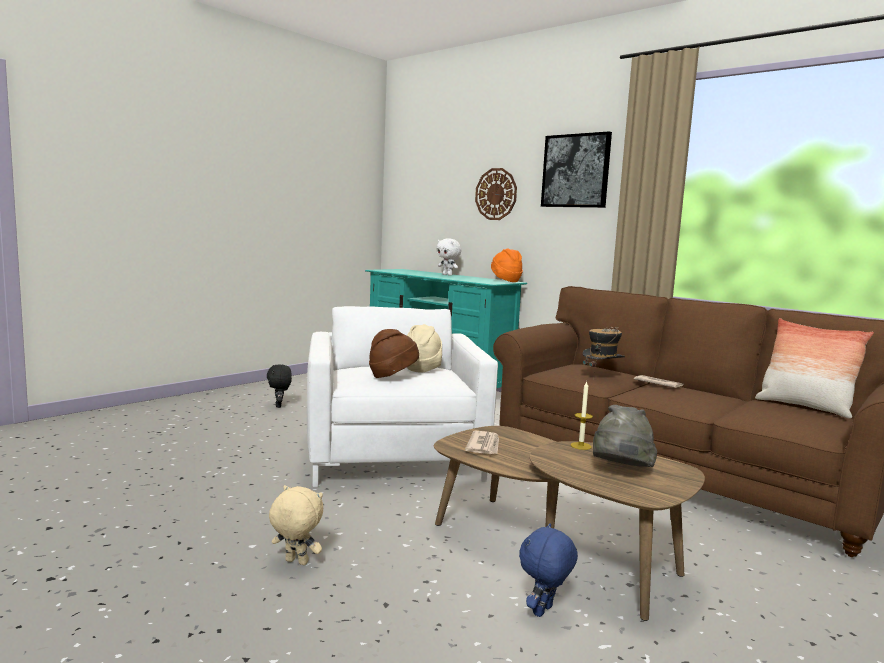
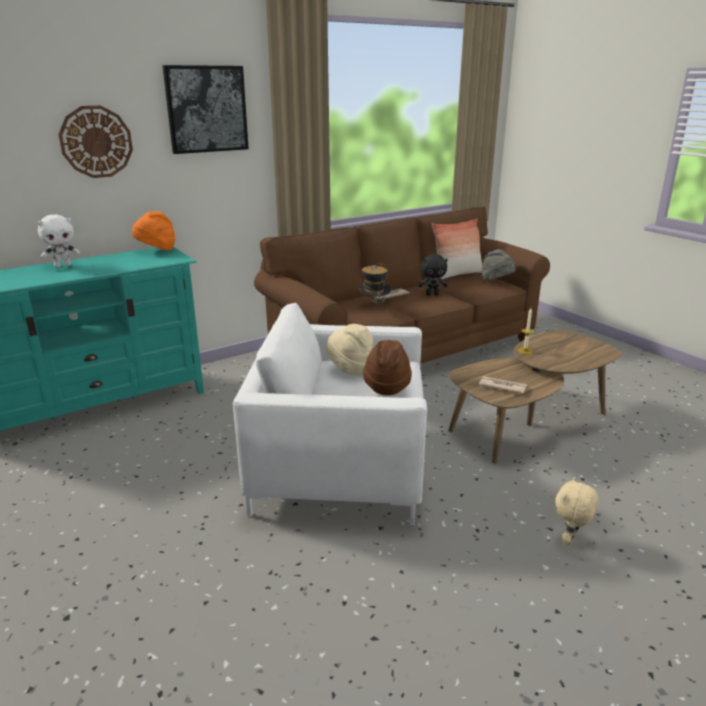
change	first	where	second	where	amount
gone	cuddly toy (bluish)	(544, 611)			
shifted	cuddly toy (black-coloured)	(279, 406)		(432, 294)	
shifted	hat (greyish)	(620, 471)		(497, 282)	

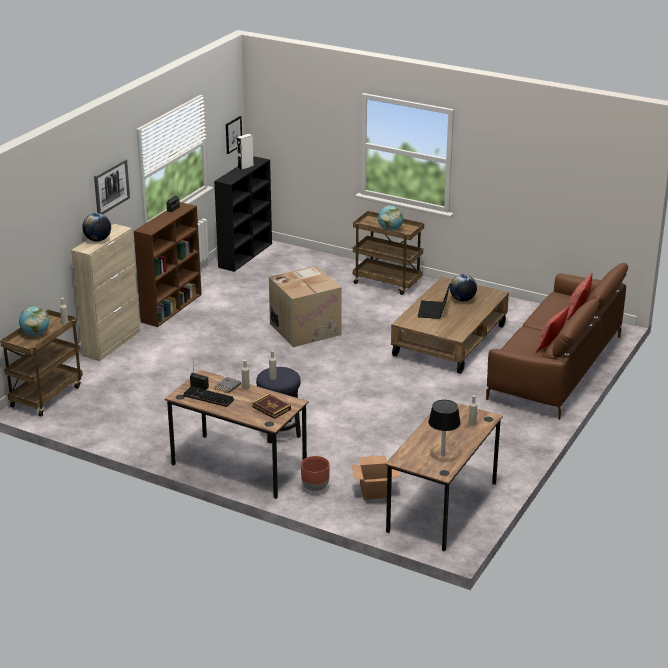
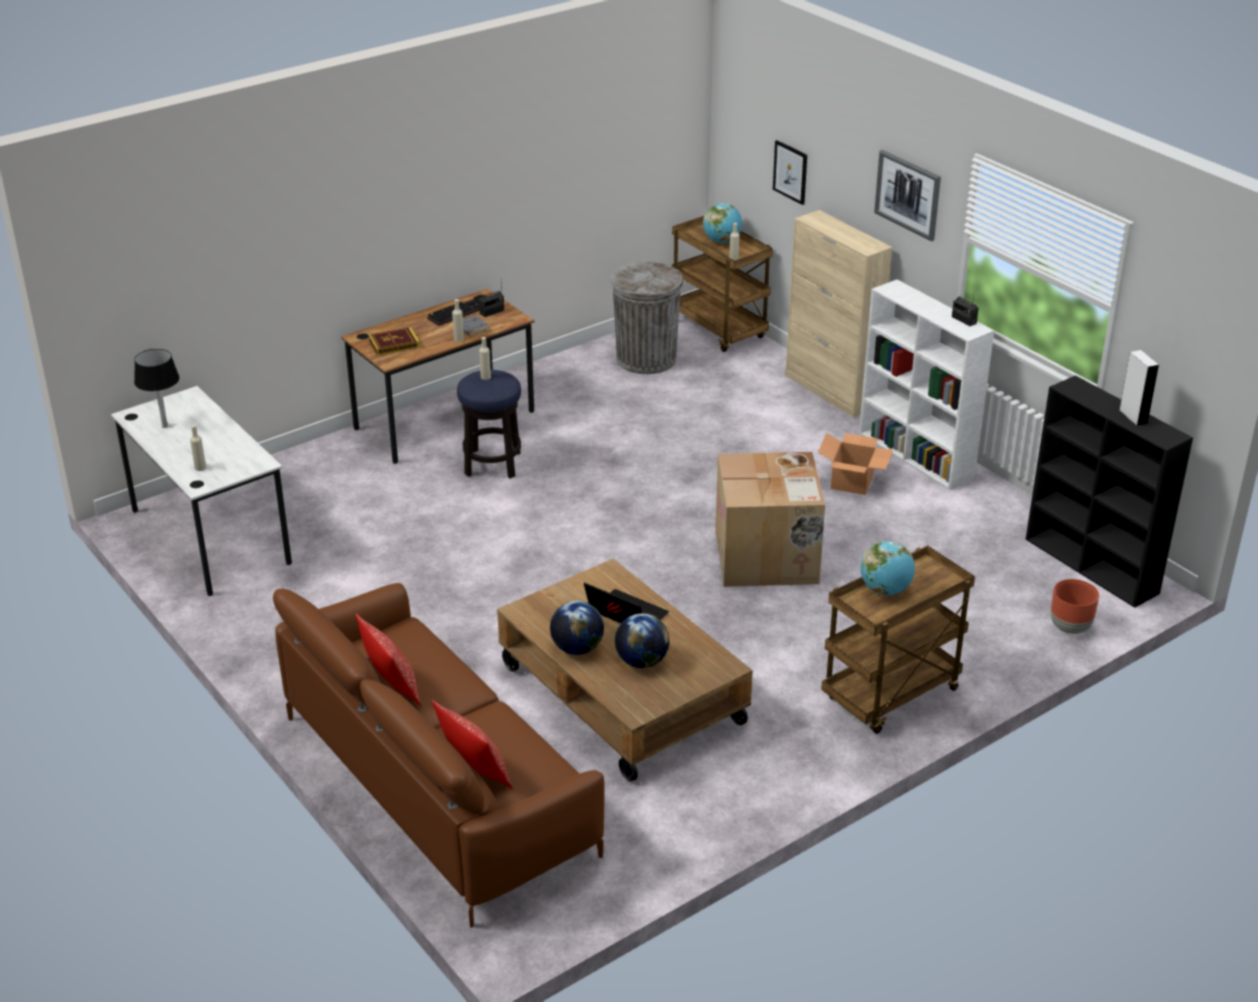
change	first	where	second	where	amount
new			waste bin (greyish)	(646, 359)	
shifted	globe	(98, 240)		(577, 648)	
shifted	wall picture	(233, 134)		(790, 172)	
shifted	flower pot (brown)	(315, 488)		(1069, 627)	
shifted	cardboard box	(374, 491)		(851, 481)	
repainted	shelving unit (brown)	(172, 308)	shelving unit (whitish)	(916, 456)	
repainted	desk unit (brown)	(442, 507)	desk unit (whitish)	(210, 536)	

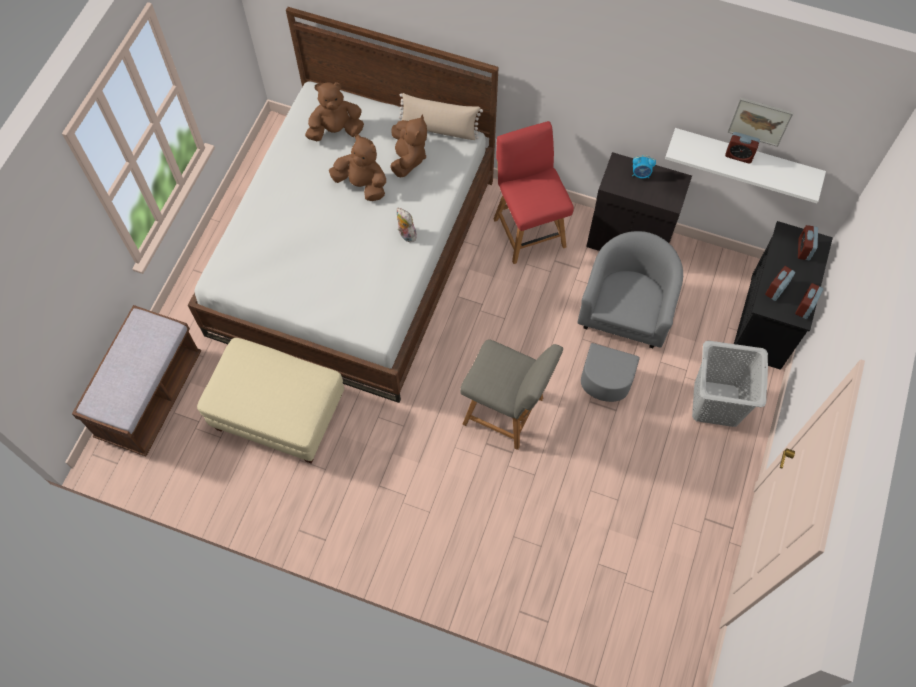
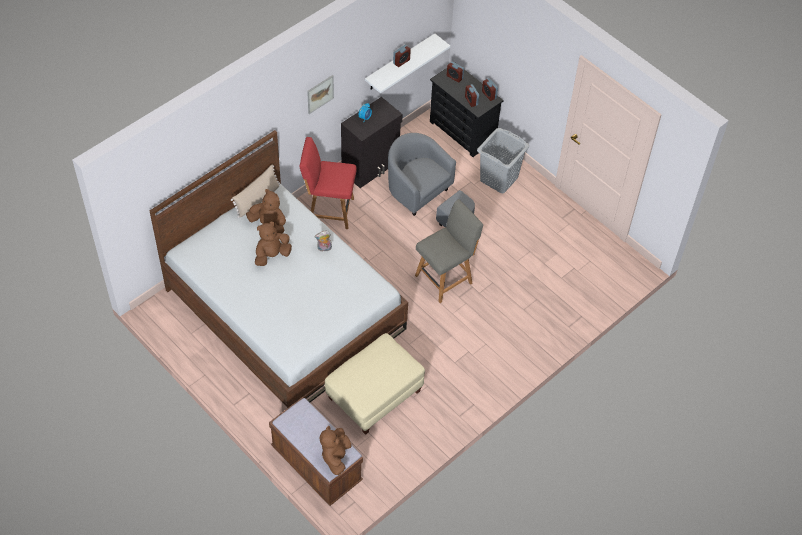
change	first	where	second	where	amount
shifted	cuddly toy (brown)	(335, 130)		(336, 456)	
shifted	wall picture	(759, 121)		(320, 94)	

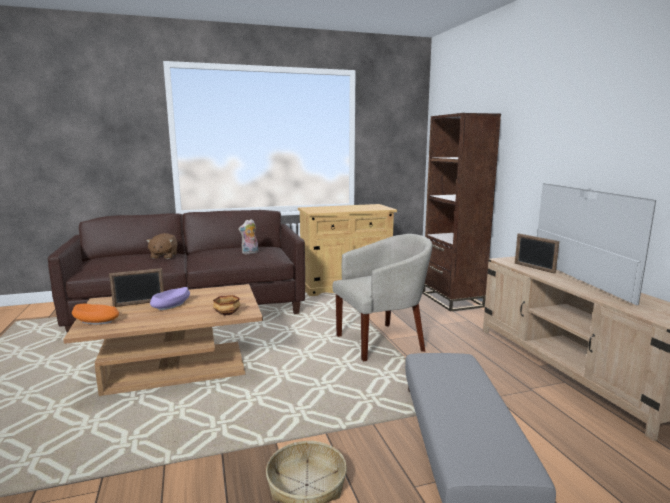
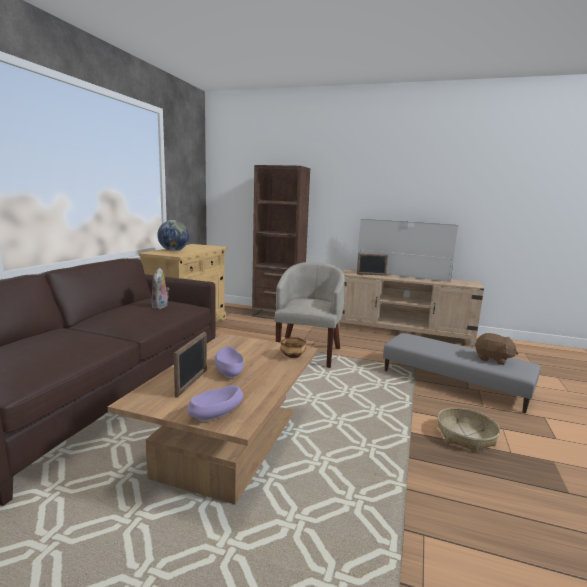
change	first	where	second	where	amount
new			globe	(173, 250)	
shifted	cuddly toy (brown)	(163, 256)		(493, 359)	
repainted	bowl (orangey)	(96, 321)	bowl (purplish)	(216, 413)	

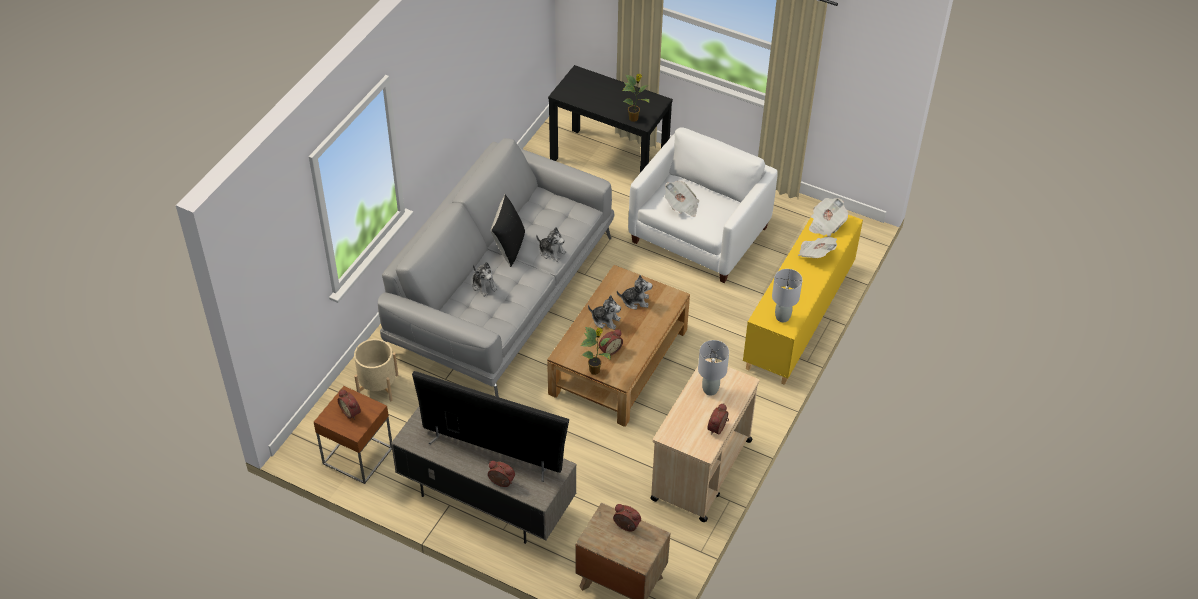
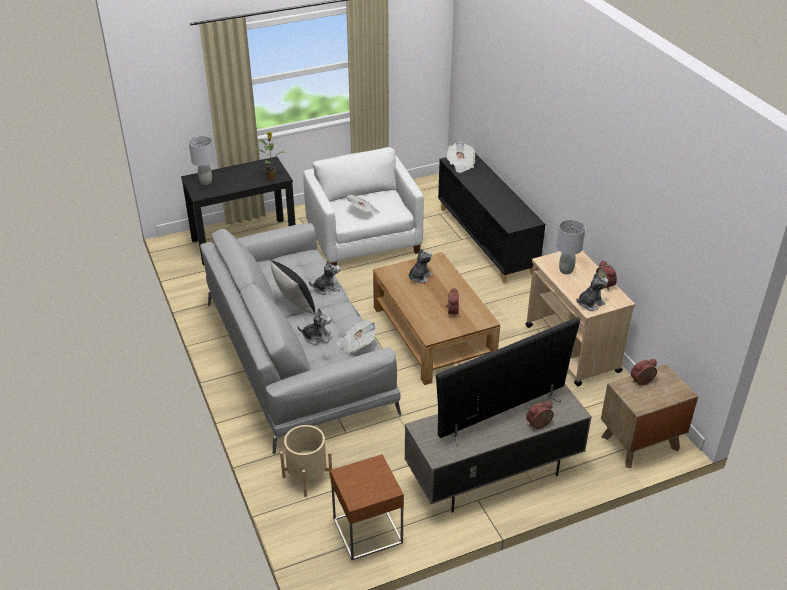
change	first	where	second	where	amount
gone	alarm clock	(351, 411)			
gone	plant in a pot	(595, 370)			
shifted	cuddly toy	(605, 320)		(590, 303)	
shifted	lamp for a table (greyish)	(782, 317)		(206, 182)	
shifted	daily paper	(815, 254)		(357, 344)	
repainted	storage cabinet (yellowish)	(798, 319)	storage cabinet (black-coloured)	(486, 241)	

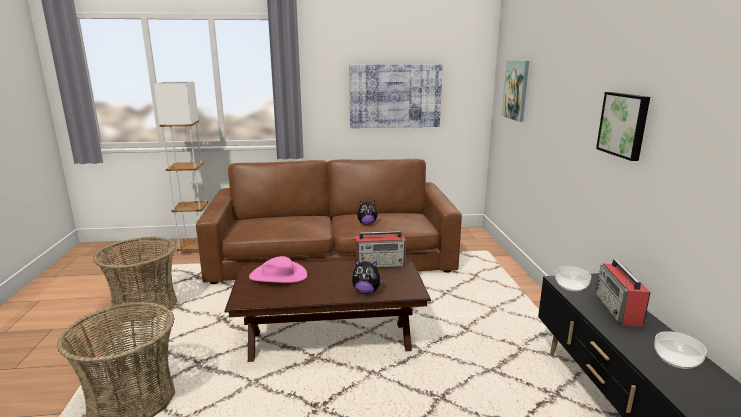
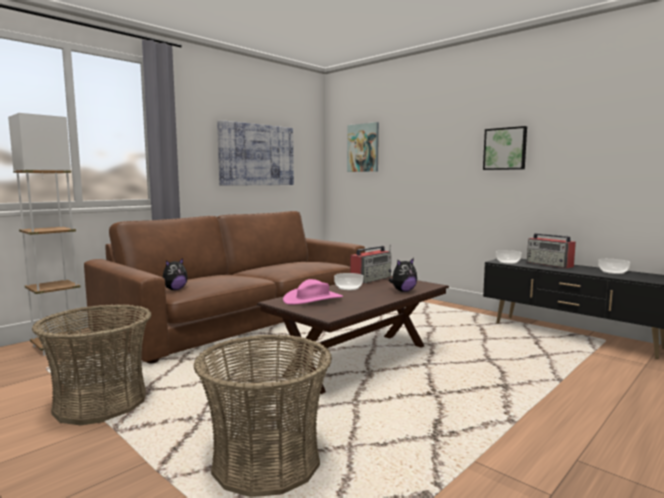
change	first	where	second	where	amount
new			bowl	(349, 288)	
shifted	cuddly toy	(367, 224)		(174, 289)	

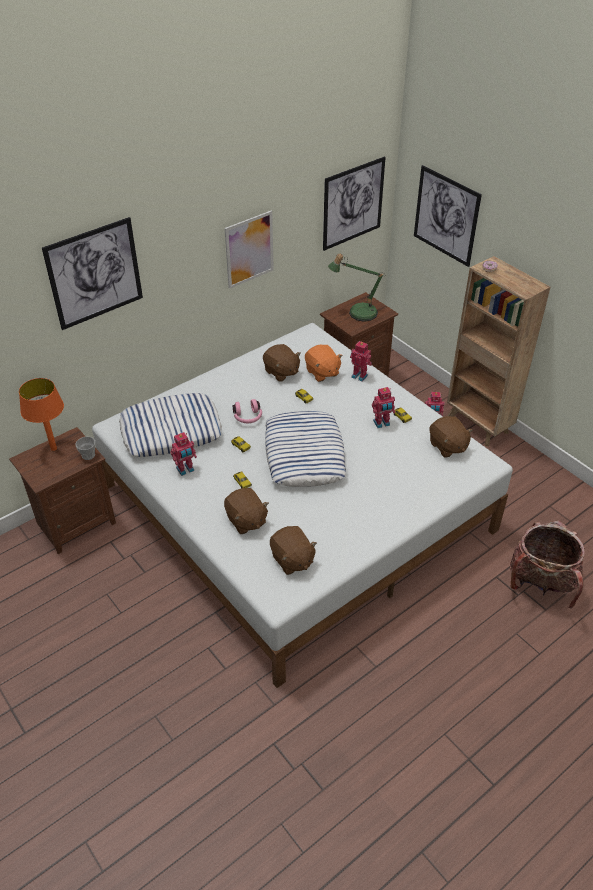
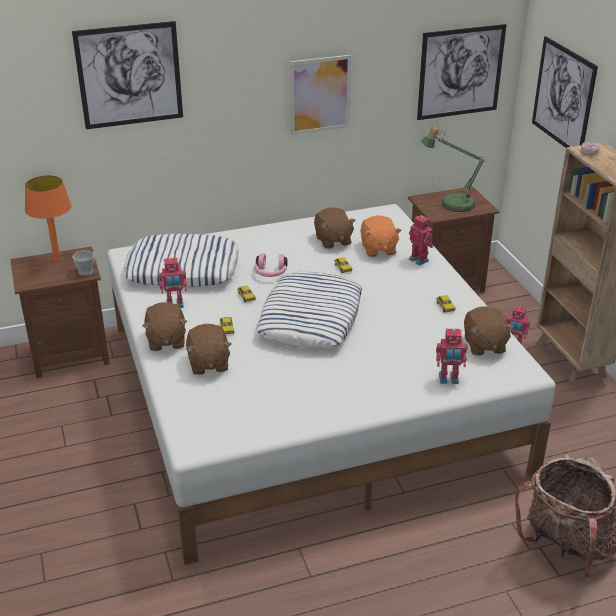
change	first	where	second	where	amount
shifted	cuddly toy (brown)	(292, 560)		(166, 340)	
shifted	toy robot	(382, 423)		(448, 379)	

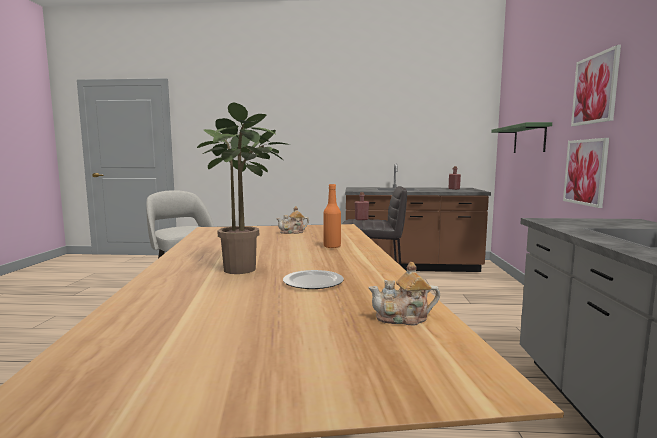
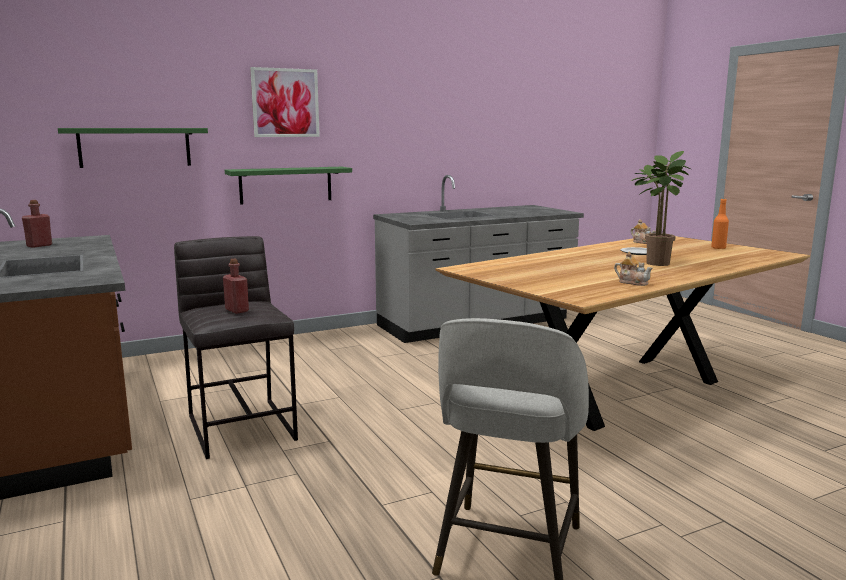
change	first	where	second	where	amount
shifted	tea pot	(293, 232)		(632, 282)	
shifted	bottle (orangey)	(332, 246)		(718, 248)	
swapped	wall picture	(585, 172)	shelf (green)	(286, 185)	

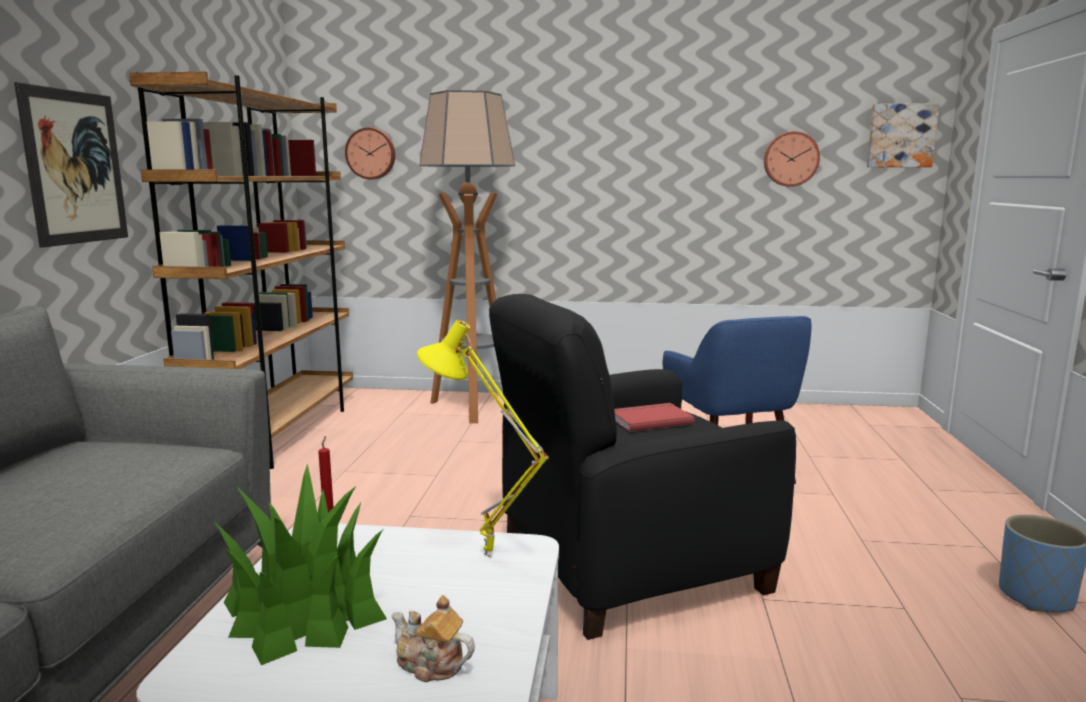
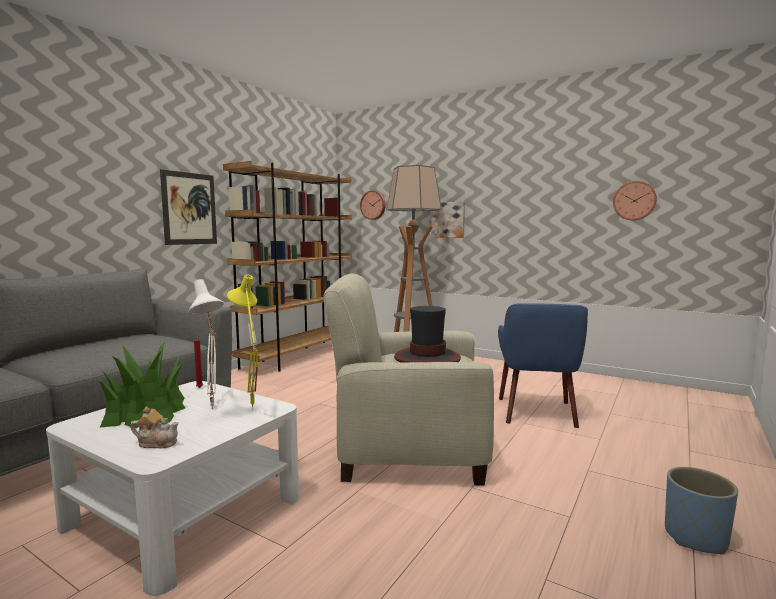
change	first	where	second	where	amount
new			lamp for a table (whitish)	(215, 408)	
shifted	wall picture	(901, 136)		(448, 220)	
swapped	book (red)	(649, 419)	hat	(426, 358)	
repainted	armchair (black-coloured)	(627, 562)	armchair (beige-coloured)	(409, 449)	
rotated	tea pot	(431, 665)		(157, 443)	135 degrees clockwise

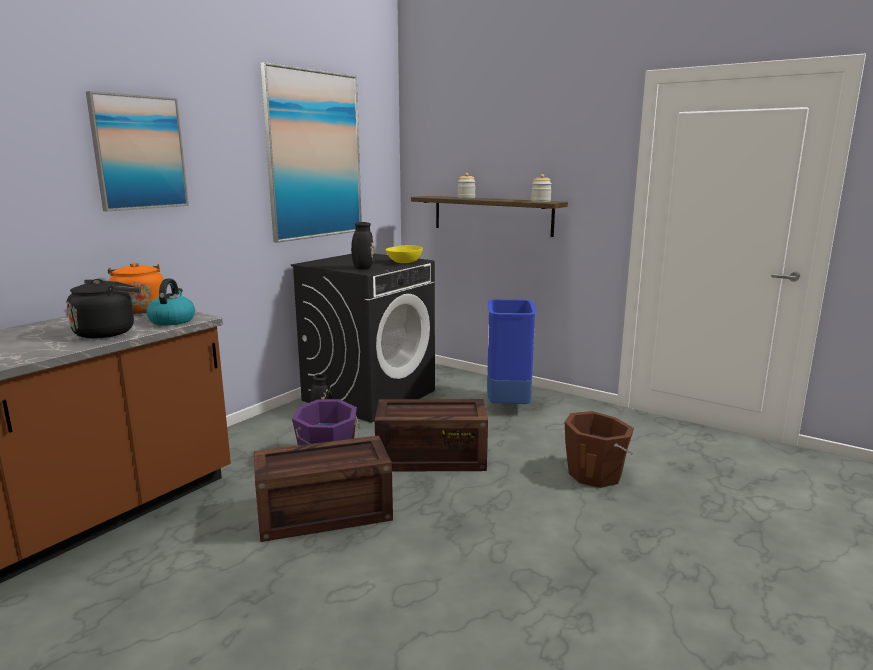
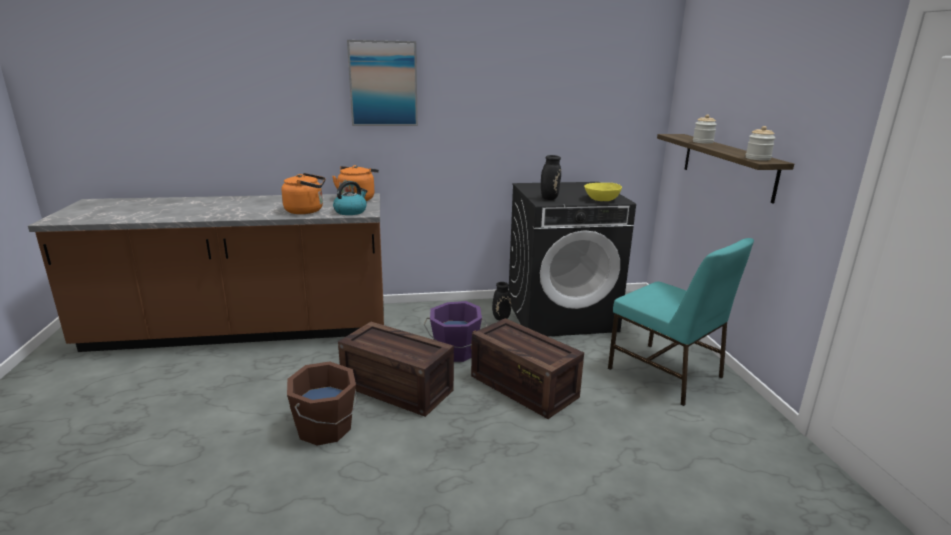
change	first	where	second	where	amount
gone	wall picture	(314, 155)			
shifted	pail (brown)	(596, 474)		(326, 428)	
swapped	waste bin (bluish)	(508, 406)	upright chair (blue-green)	(666, 374)	
repainted	kettle (black-coloured)	(108, 332)	kettle (orangey)	(307, 211)	

